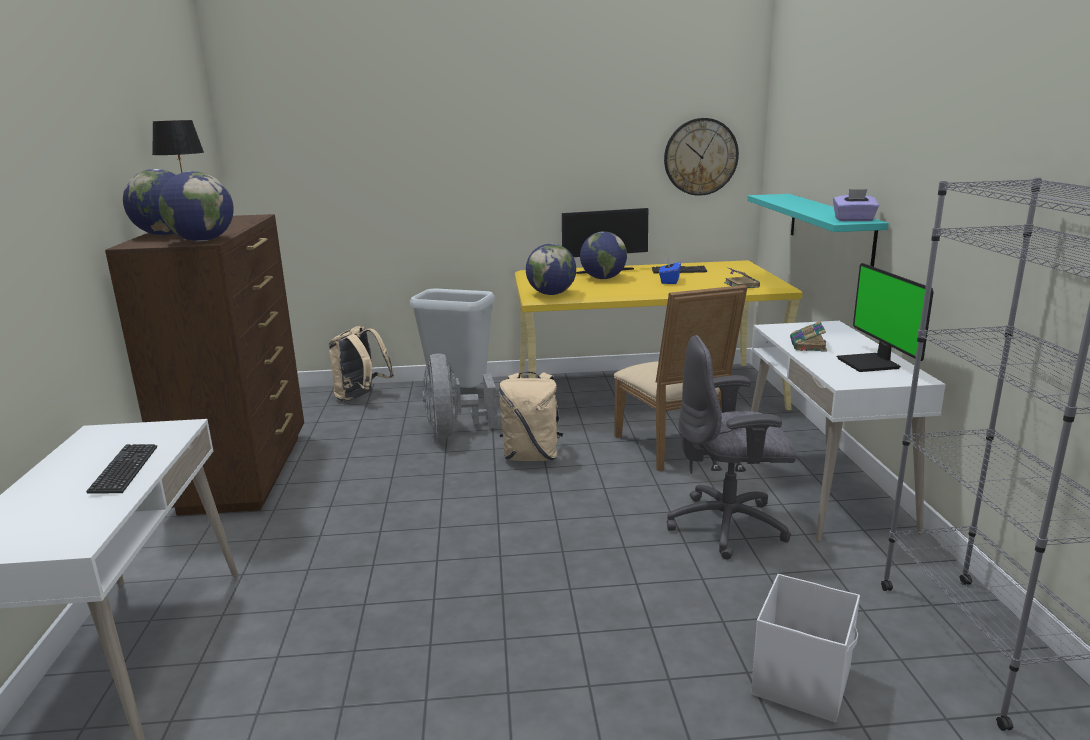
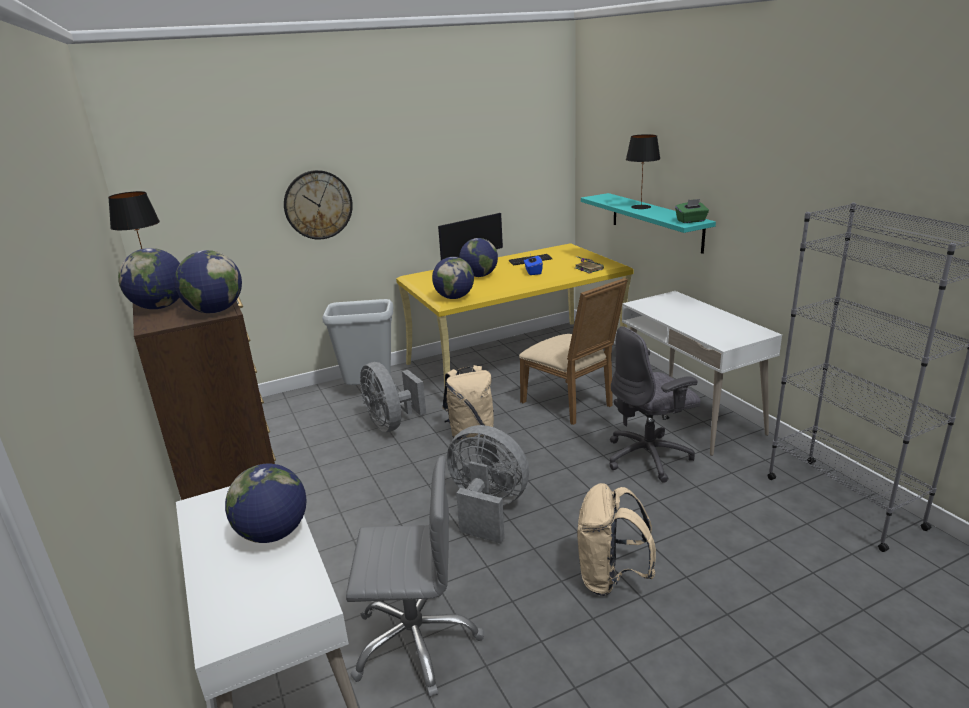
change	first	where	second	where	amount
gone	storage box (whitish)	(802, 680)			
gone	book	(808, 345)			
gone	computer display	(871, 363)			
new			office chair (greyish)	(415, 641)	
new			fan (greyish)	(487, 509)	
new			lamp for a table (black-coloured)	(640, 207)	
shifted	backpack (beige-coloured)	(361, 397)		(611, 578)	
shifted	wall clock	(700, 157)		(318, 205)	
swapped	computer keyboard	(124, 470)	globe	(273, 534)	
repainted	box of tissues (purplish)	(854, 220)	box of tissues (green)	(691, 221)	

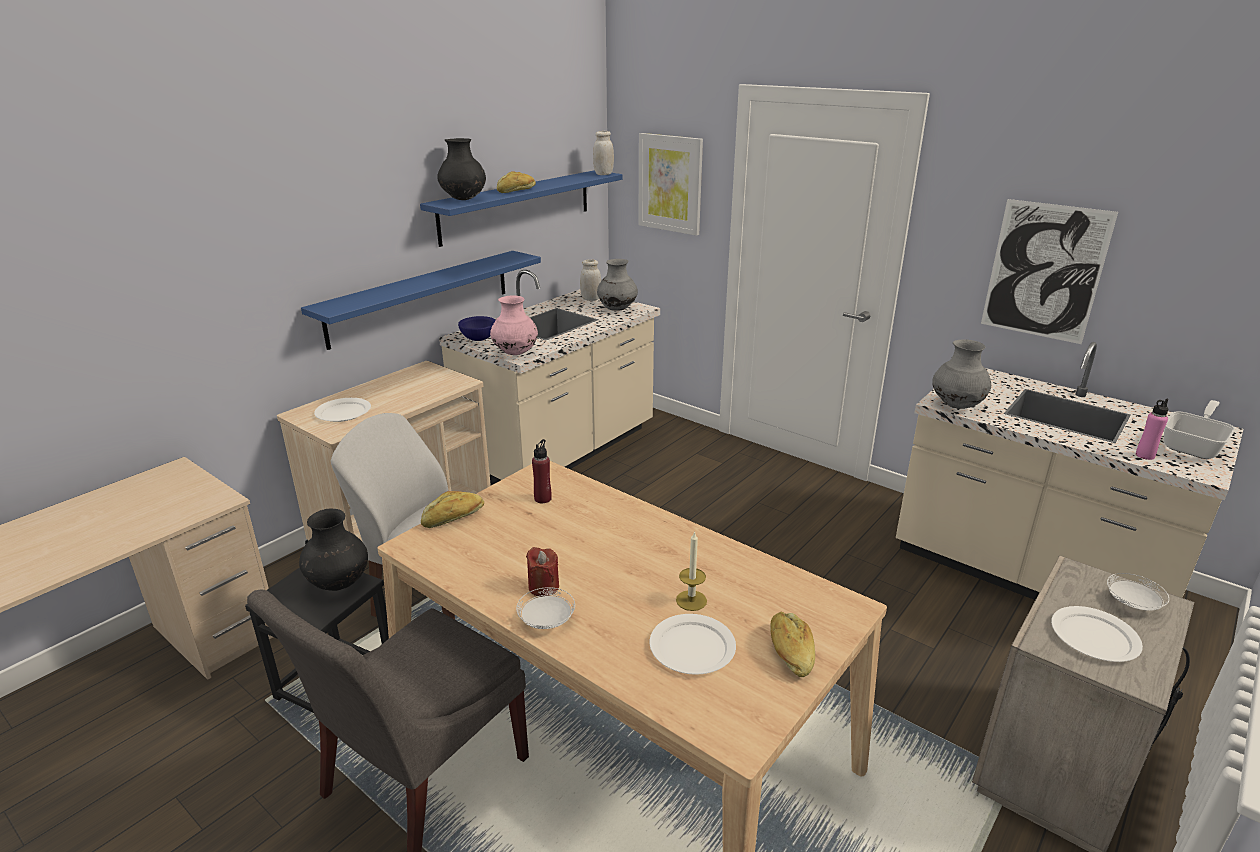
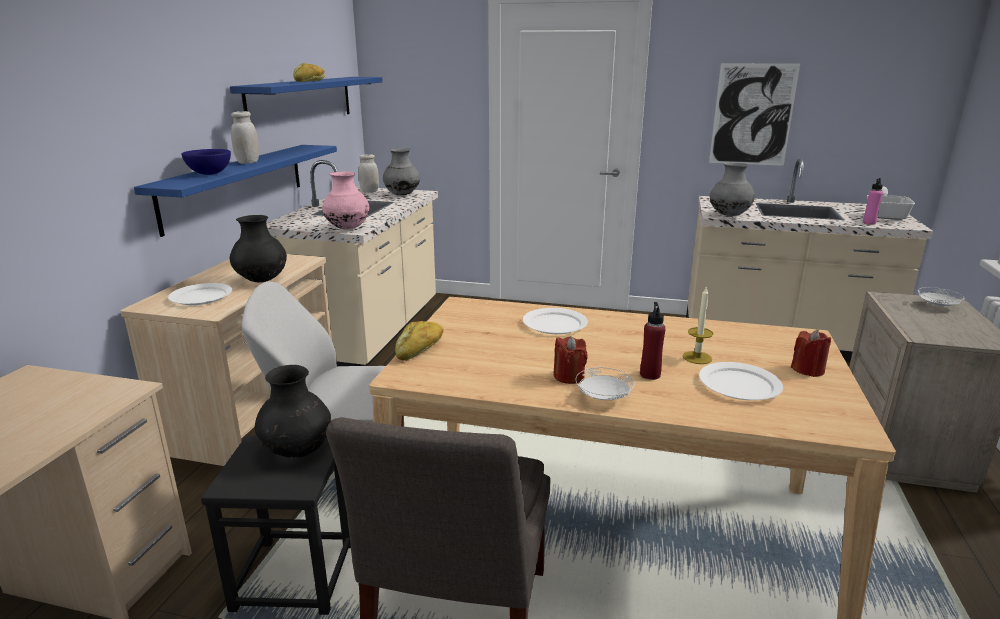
change	first	where	second	where	amount
gone	wall picture	(670, 183)			
shifted	decorative vase (black-coloured)	(464, 199)		(262, 281)	
shifted	bowl (bluish)	(478, 339)		(209, 174)	
shifted	bottle (red)	(543, 498)		(650, 375)	
shifted	storage jar (whitish)	(603, 174)		(248, 162)	
shifted	dinner plate (whitish)	(1095, 637)		(555, 324)	
swapped	bakery bread	(790, 652)	candle (red)	(808, 370)	

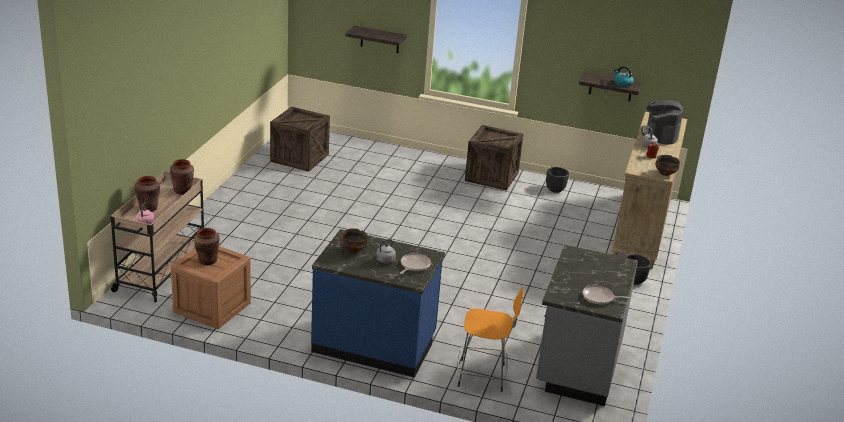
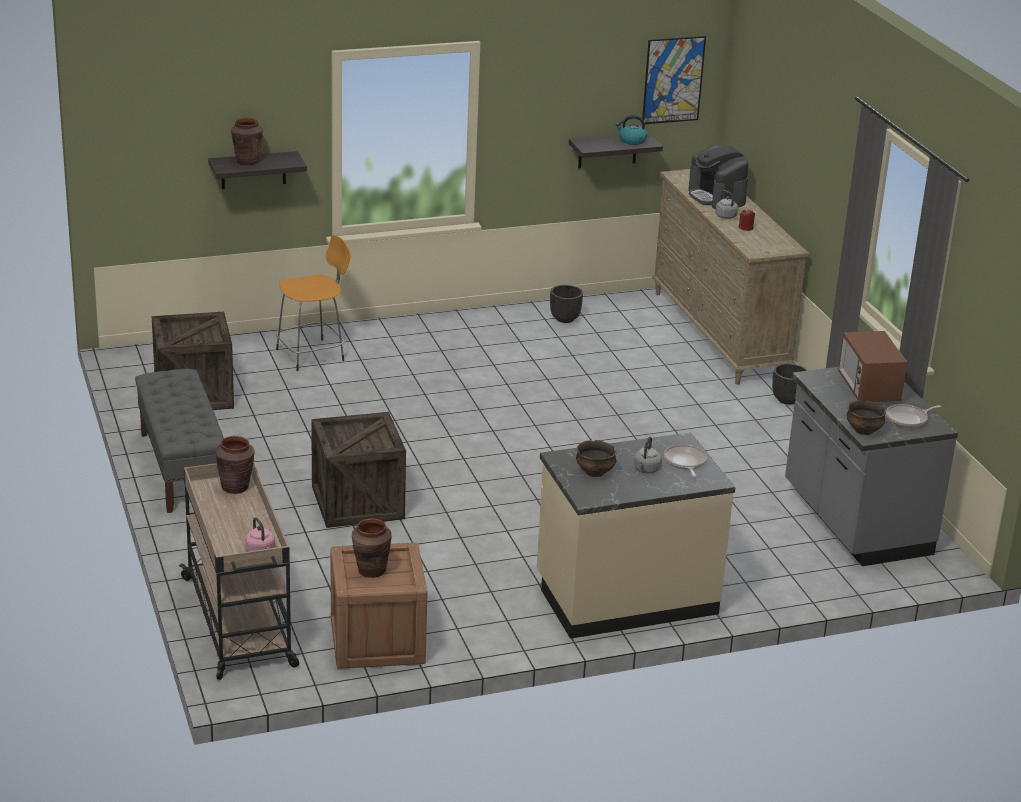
change	first	where	second	where	amount
new			indoor bench (greyish)	(182, 468)	
new			wall picture	(673, 80)	
new			microwave	(868, 389)	
shifted	decorative vase (brown)	(148, 208)		(247, 161)	
shifted	stool (orangey)	(483, 376)		(312, 354)	
shifted	packing crate	(491, 176)		(357, 502)	
shifted	bowl	(665, 173)		(863, 430)	
repainted	counter (bluish)	(374, 344)	counter (beige-coloured)	(625, 596)	

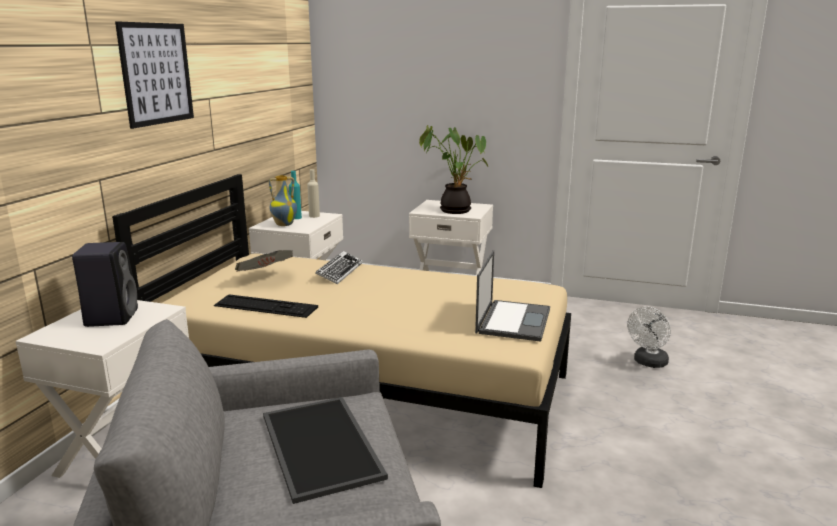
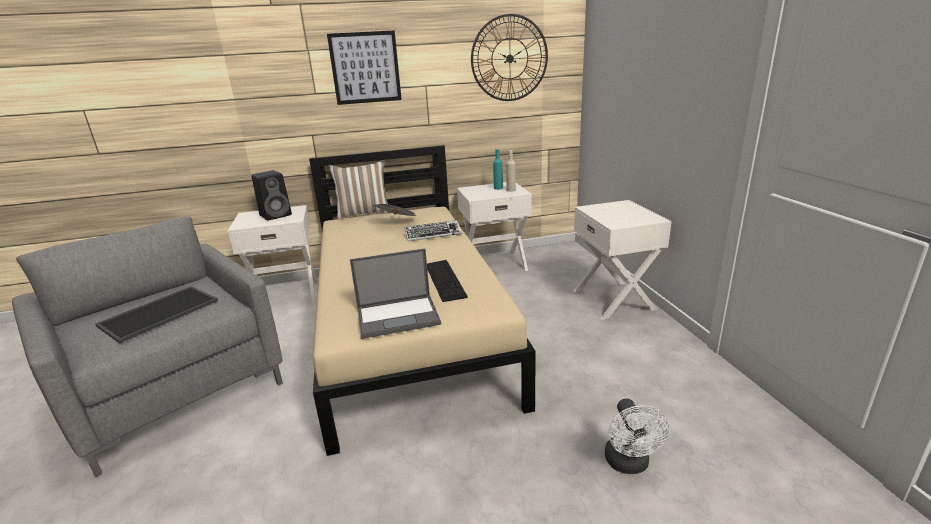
change	first	where	second	where	amount
gone	decorative vase	(284, 224)			
gone	plant in a pot	(455, 210)			
new			throw pillow	(364, 213)	
new			wall clock	(509, 58)	
shifted	computer keyboard	(266, 306)		(444, 280)	
rotated	fan (whitish)	(648, 363)		(629, 464)	105 degrees counterclockwise

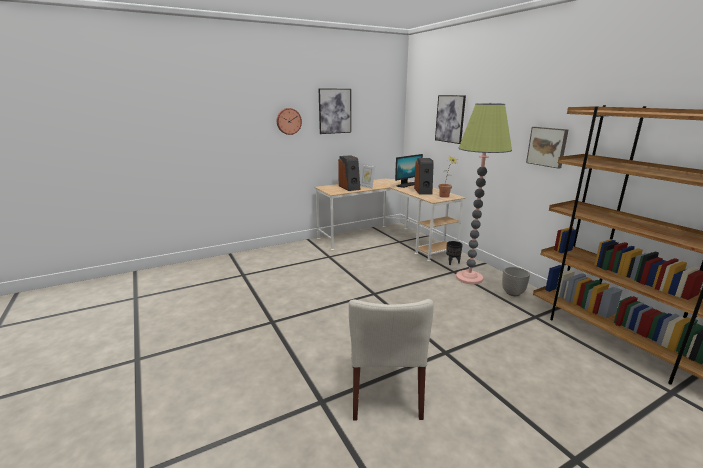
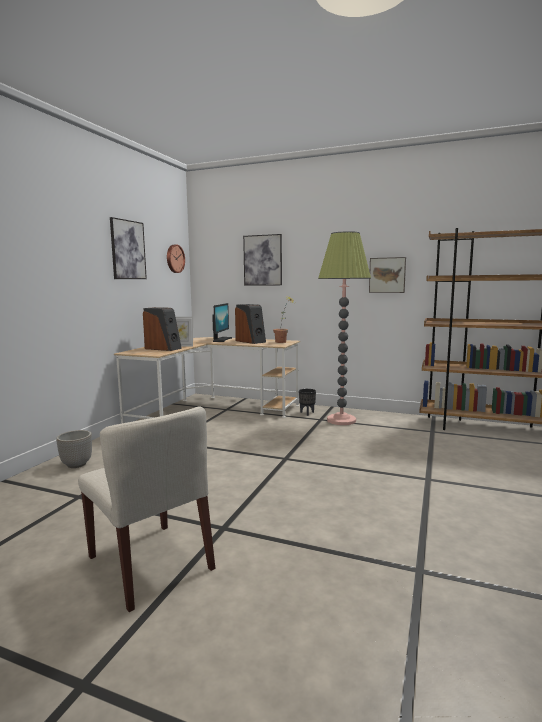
change	first	where	second	where	amount
shifted	wall clock	(288, 121)		(174, 258)	
shifted	upright chair (beige-coloured)	(385, 391)		(151, 563)	
shifted	flower pot	(513, 293)		(77, 464)	

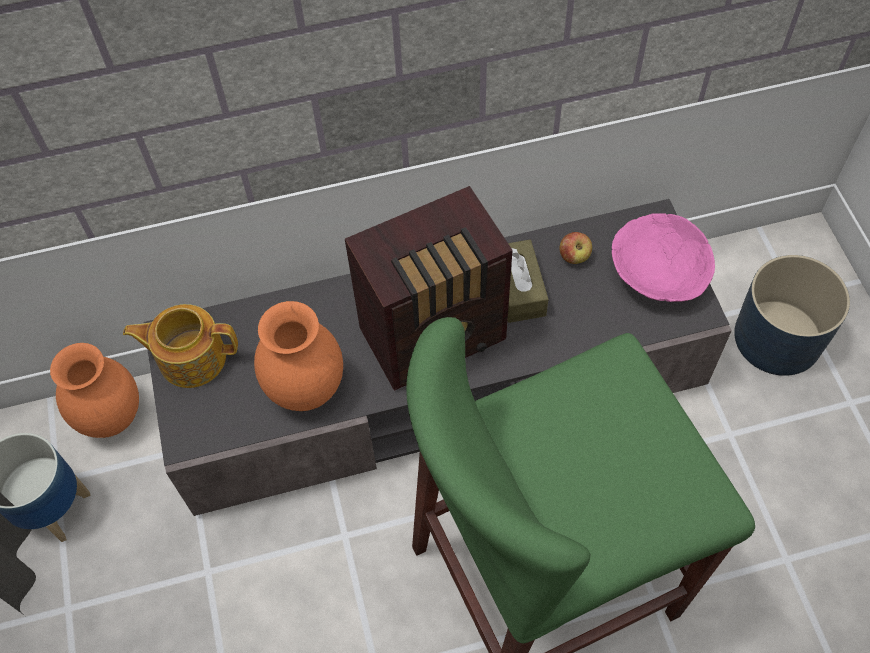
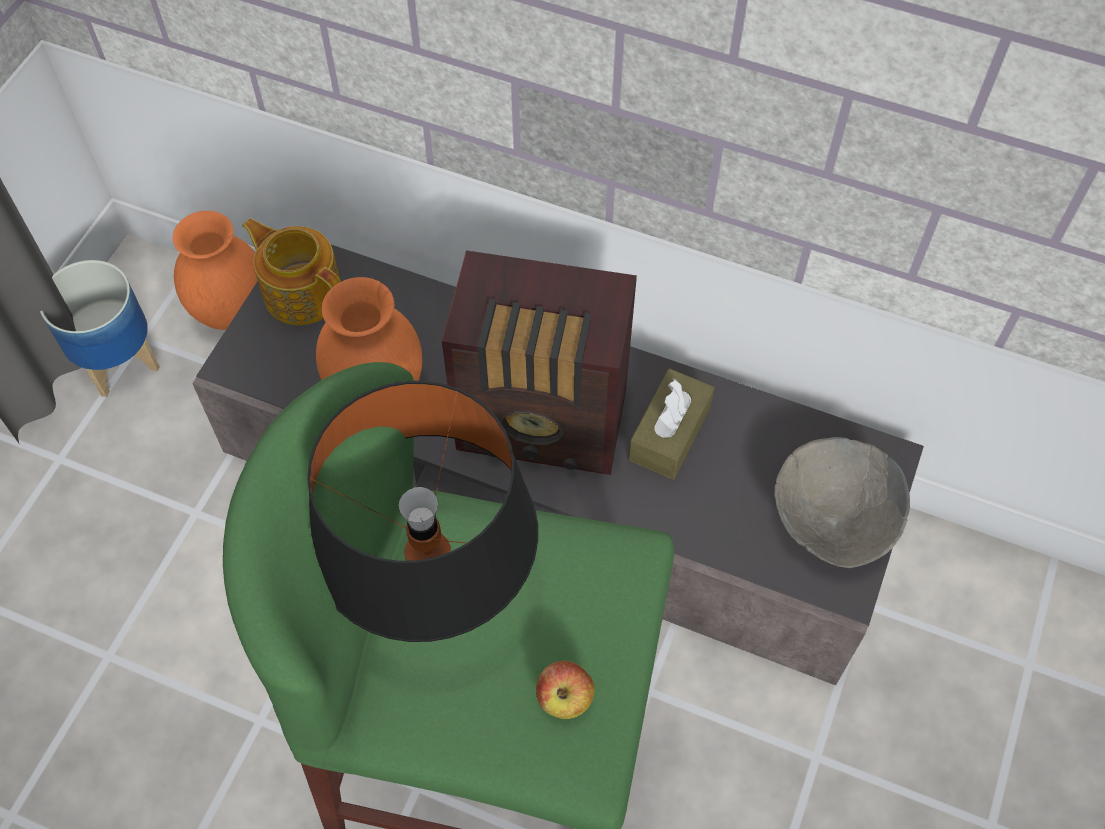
change	first	where	second	where	amount
gone	flower pot (bluish)	(778, 337)			
new			lamp for a table (black-coloured)	(435, 591)	
shifted	apple	(574, 256)		(565, 698)	
repainted	bowl (pink)	(658, 275)	bowl (greyish)	(834, 519)	

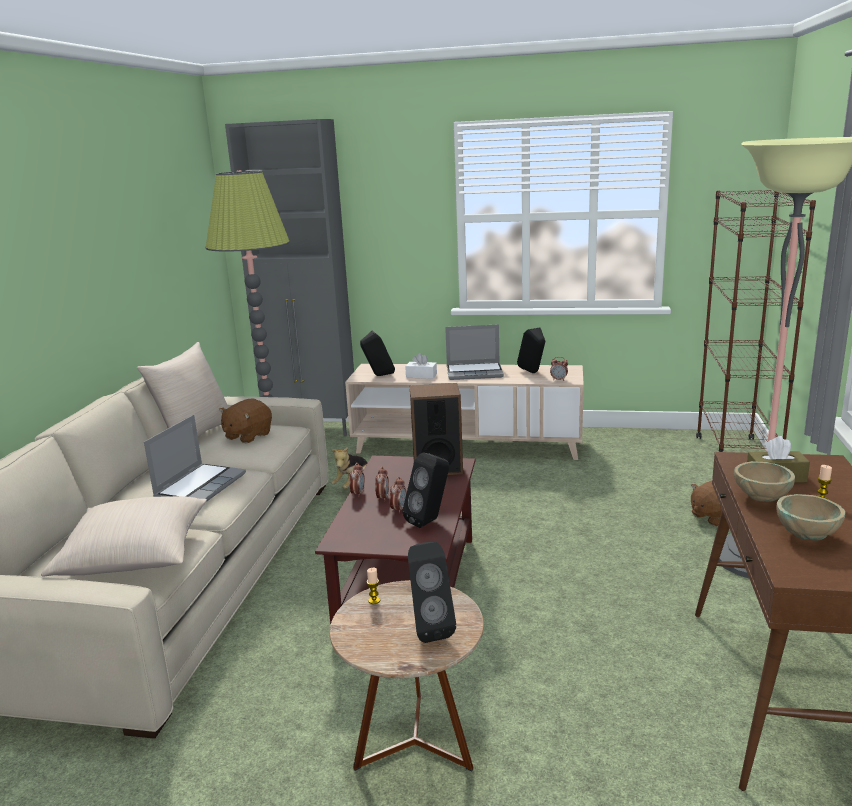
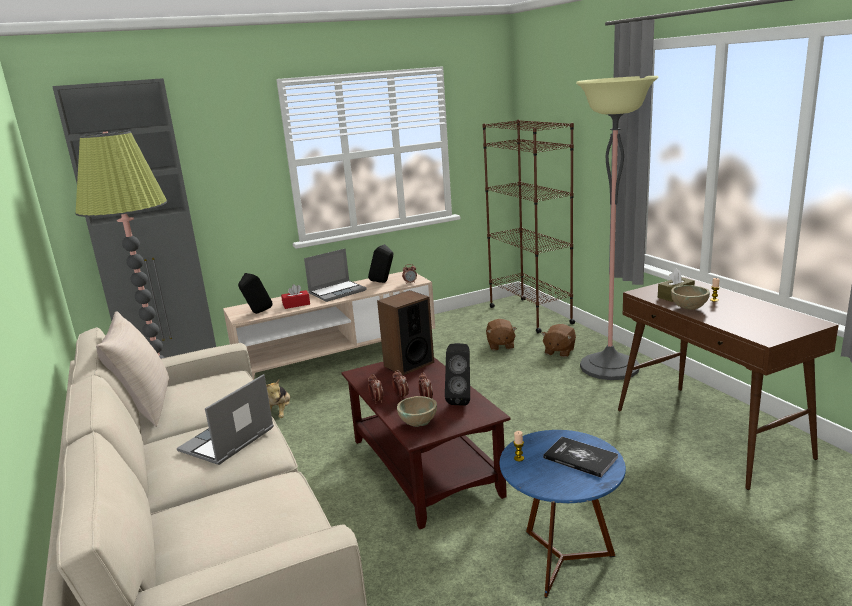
change	first	where	second	where	amount
gone	throw pillow (beige-coloured)	(135, 556)			
shifted	cuddly toy (brown)	(247, 436)		(500, 345)	
shifted	bowl (beige-coloured)	(806, 535)		(418, 423)	
swapped	audio speaker (black-coloured)	(428, 628)	book	(580, 458)	
repainted	end table (brown)	(414, 744)	end table (bluish)	(561, 561)	
repainted	box of tissues (whitish)	(421, 376)	box of tissues (red)	(296, 304)	
rotated	laptop	(200, 485)		(227, 441)	135 degrees counterclockwise

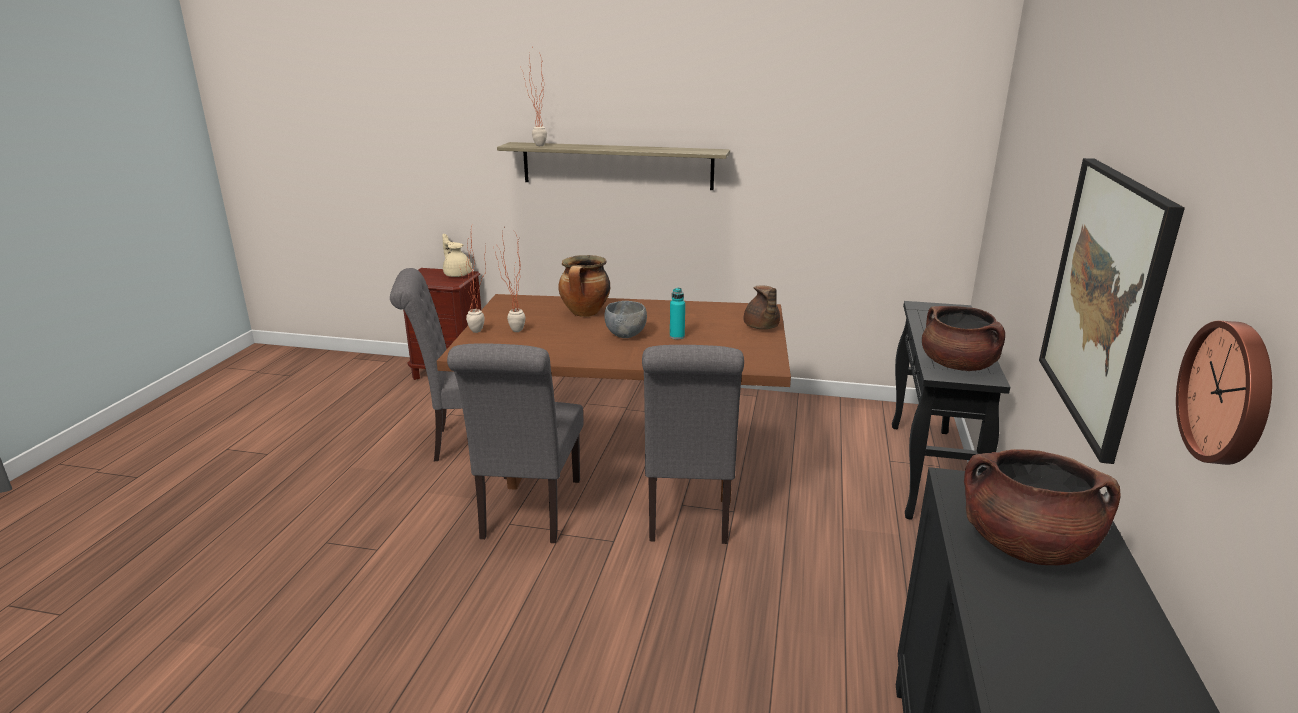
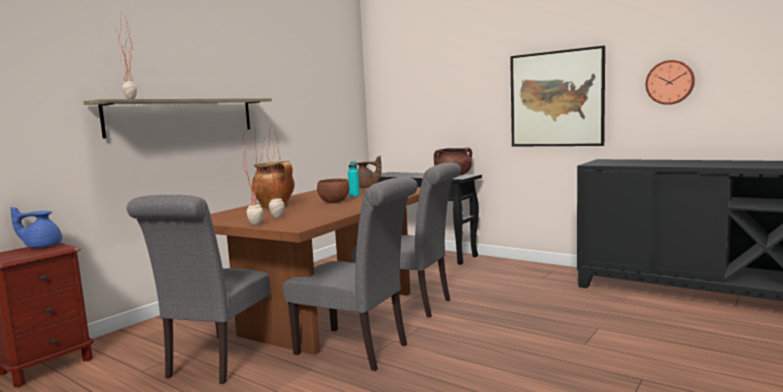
change	first	where	second	where	amount
gone	cooking pot (brown)	(1026, 546)			
repainted	tea pot (beige-coloured)	(457, 274)	tea pot (bluish)	(42, 246)	
repainted	bowl (greyish)	(626, 335)	bowl (brown)	(334, 202)	

